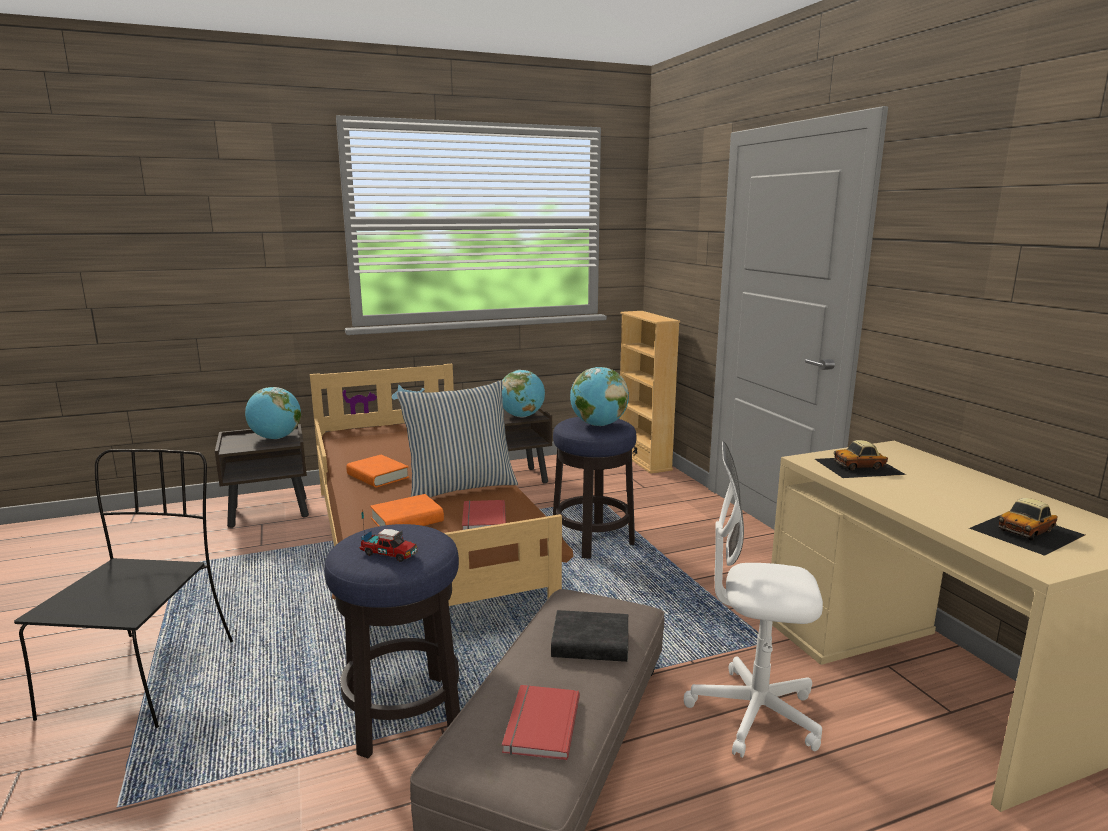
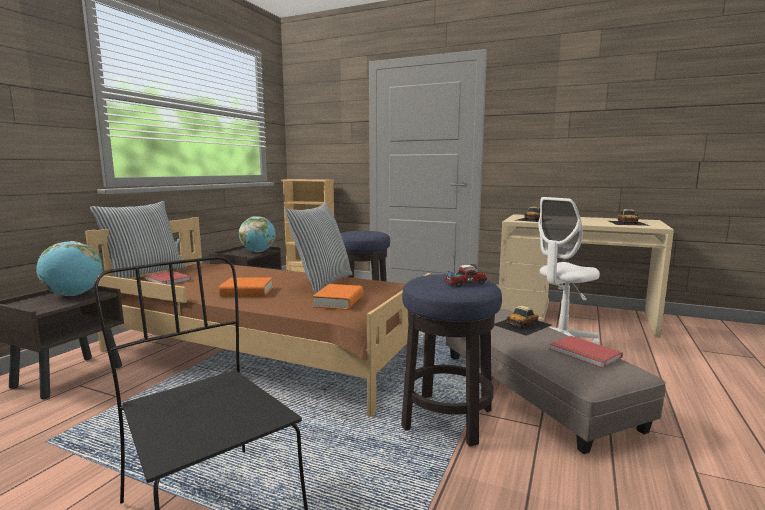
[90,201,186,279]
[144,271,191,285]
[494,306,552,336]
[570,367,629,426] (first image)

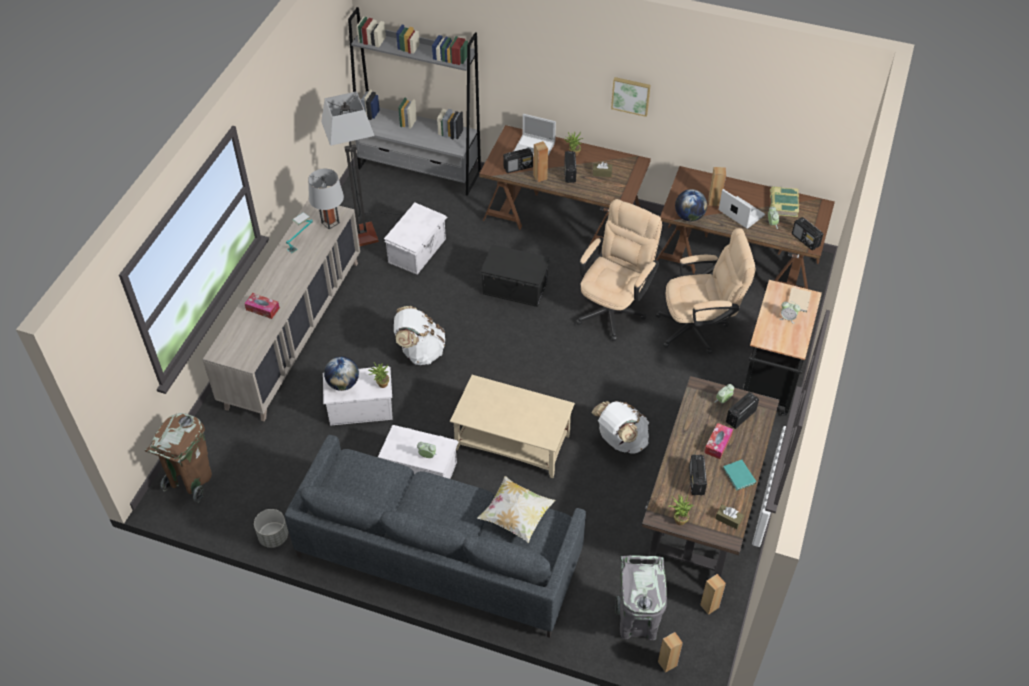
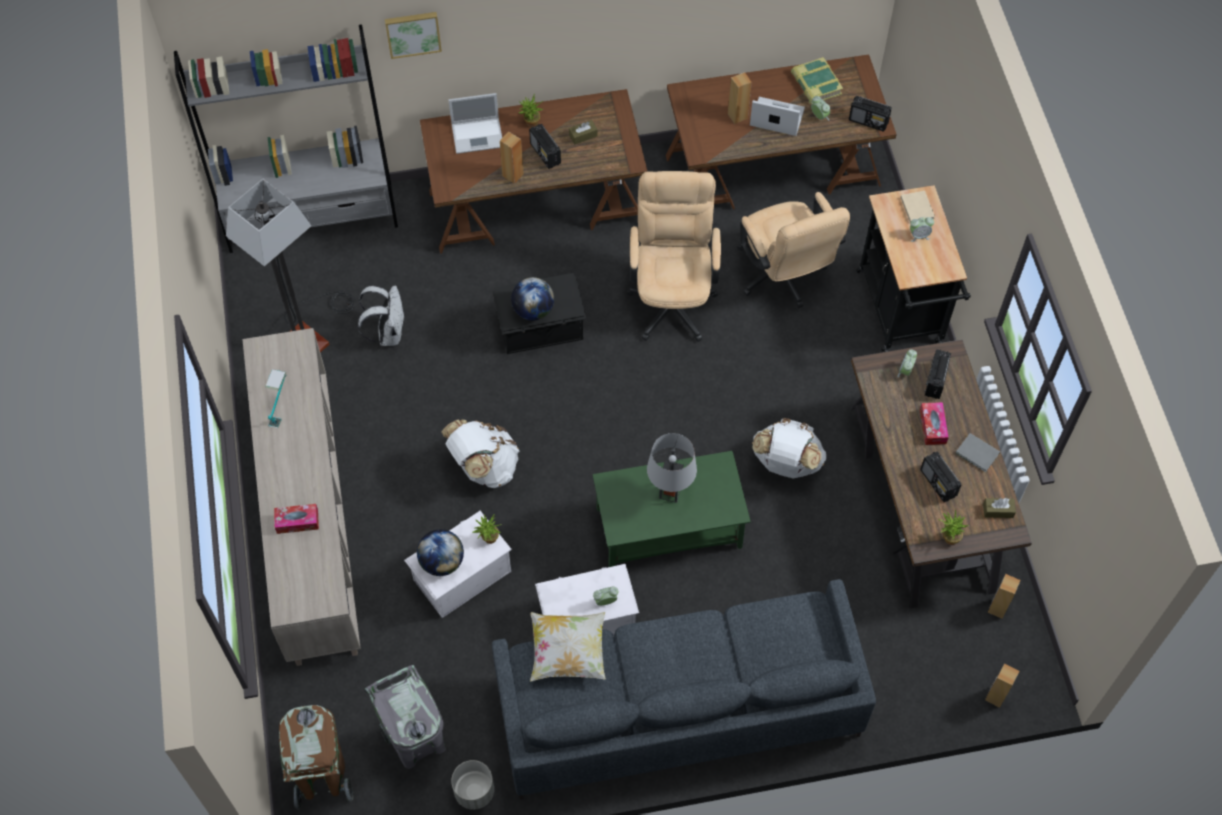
[358,285,405,346]
[364,665,446,769]
[385,12,442,59]
[511,277,554,320]
[530,612,606,681]
[593,451,751,567]
[647,433,697,503]
[737,192,850,308]
[955,433,1000,472]
[503,148,533,173] (first image)

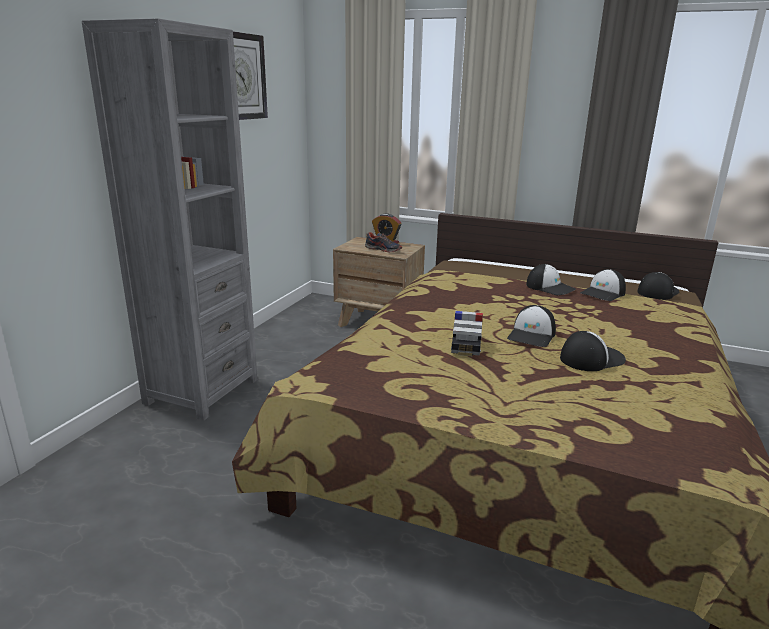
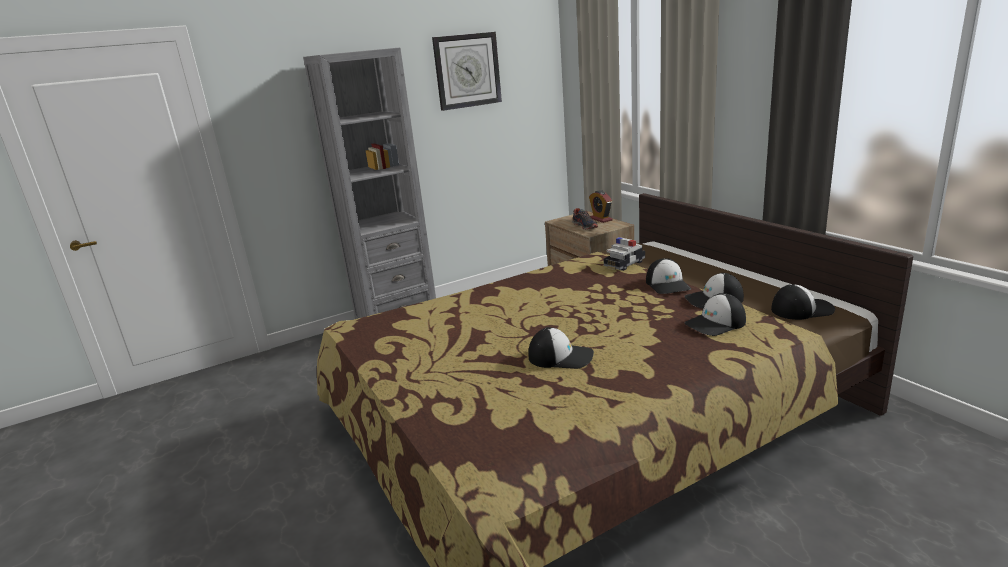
[604,237,645,271]
[685,293,746,336]

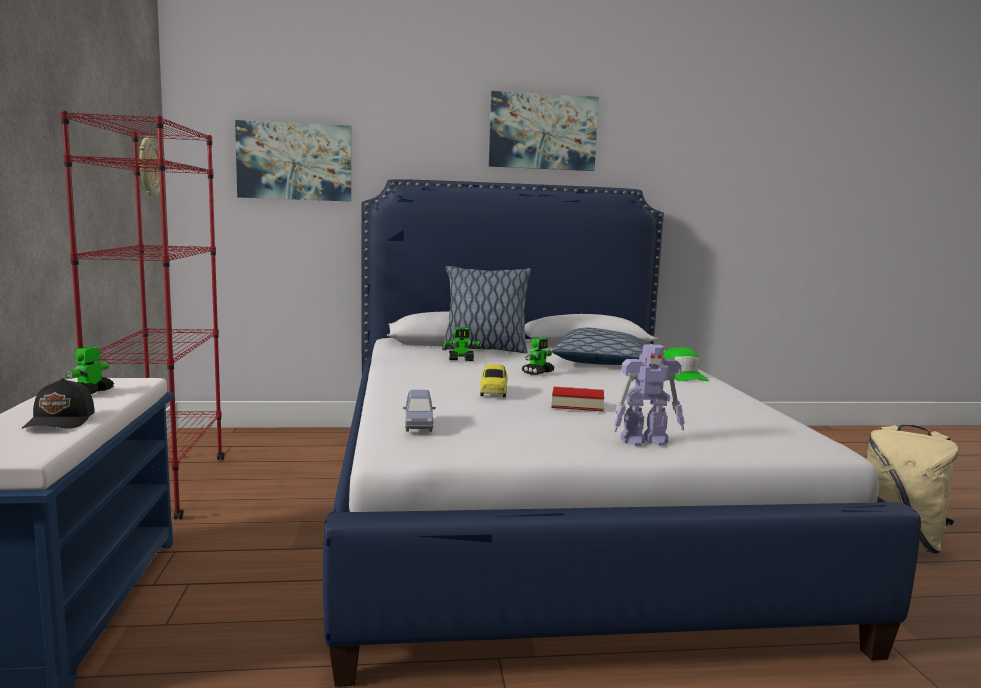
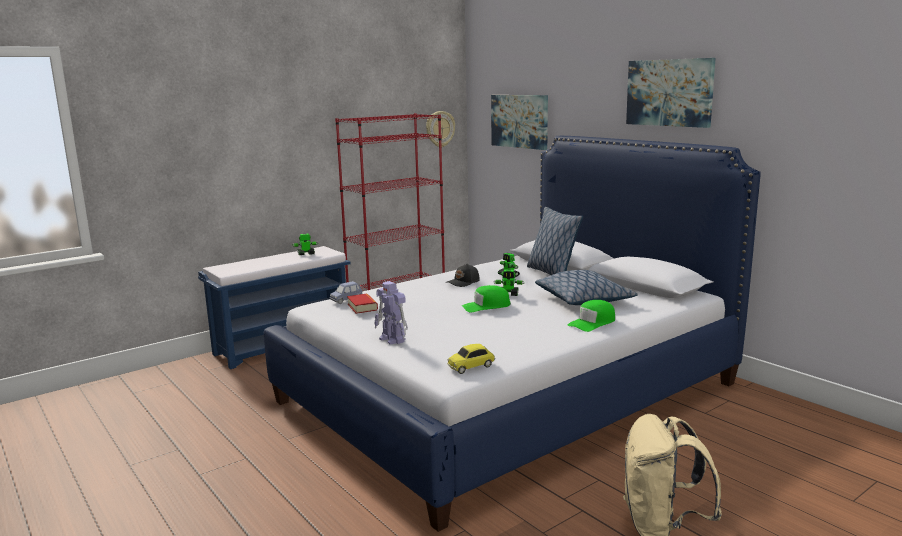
[347,294,378,314]
[446,264,480,287]
[447,344,495,374]
[462,285,511,312]

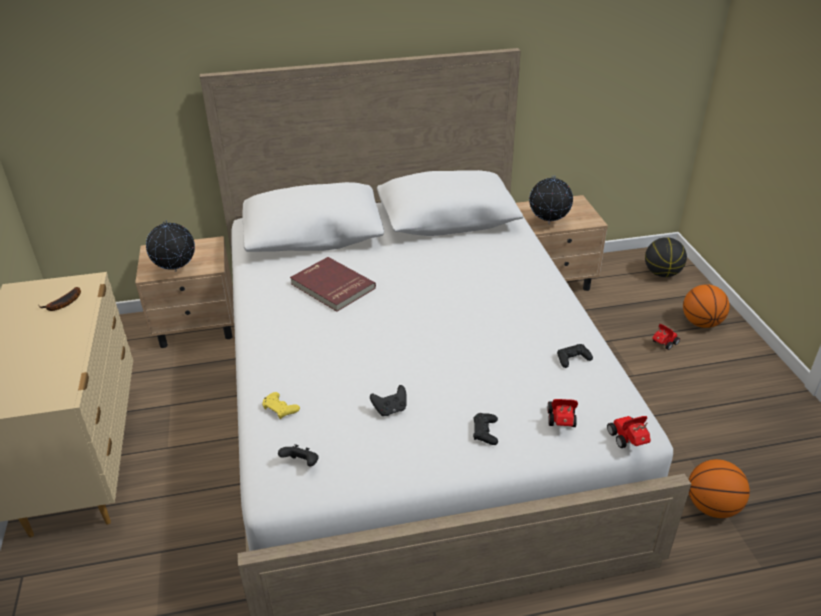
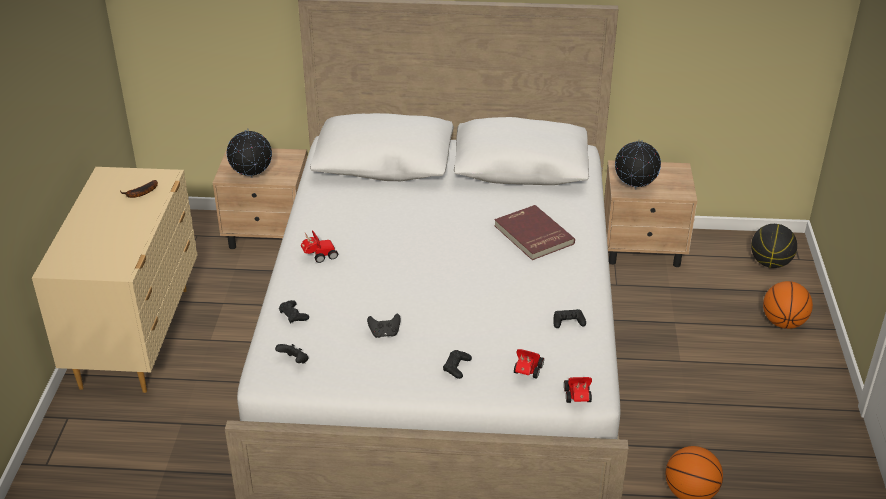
[279,300,309,324]
[301,230,338,263]
[494,205,575,260]

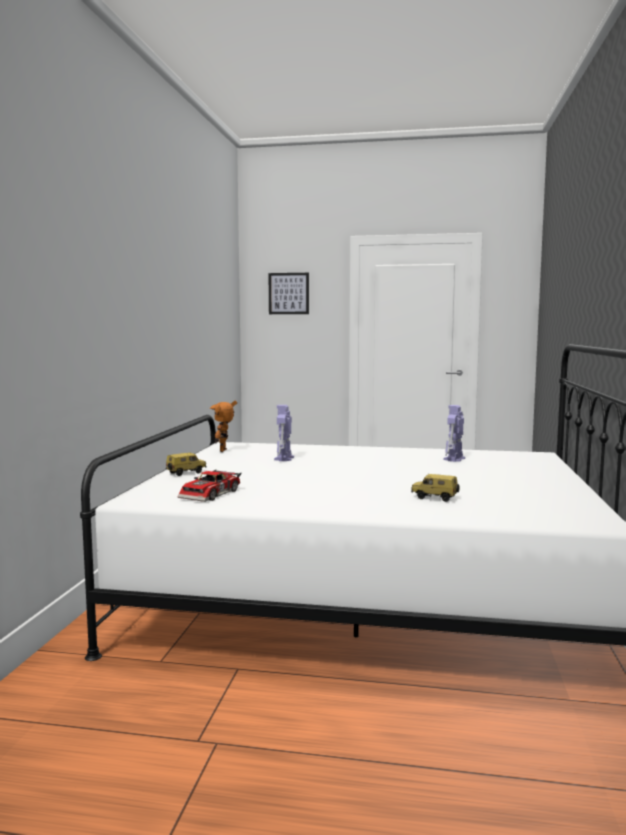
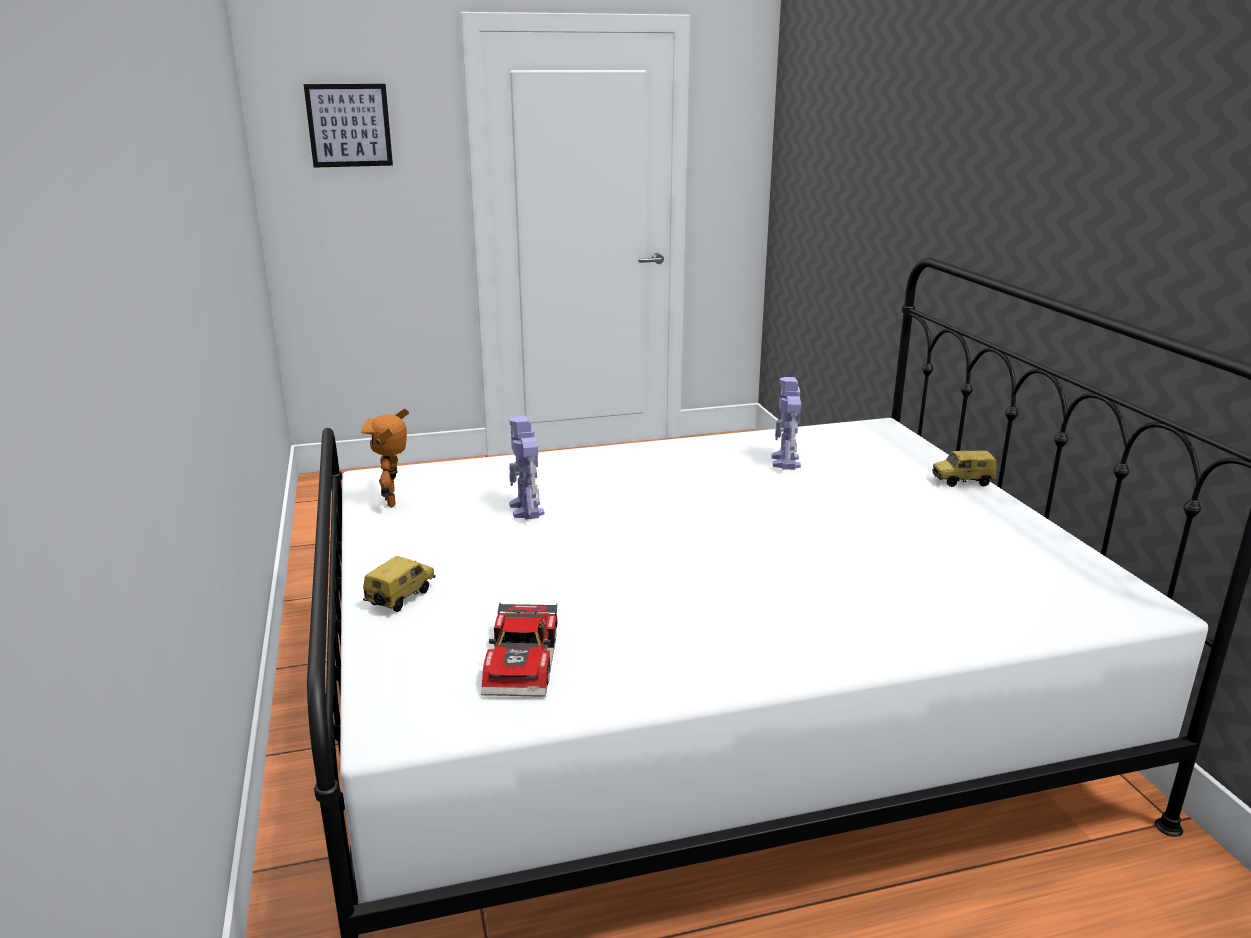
[932,451,997,487]

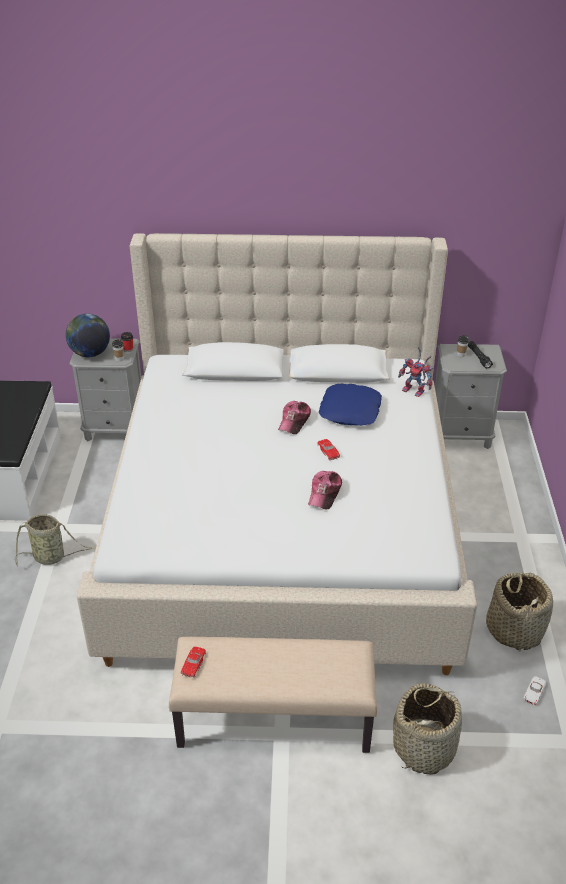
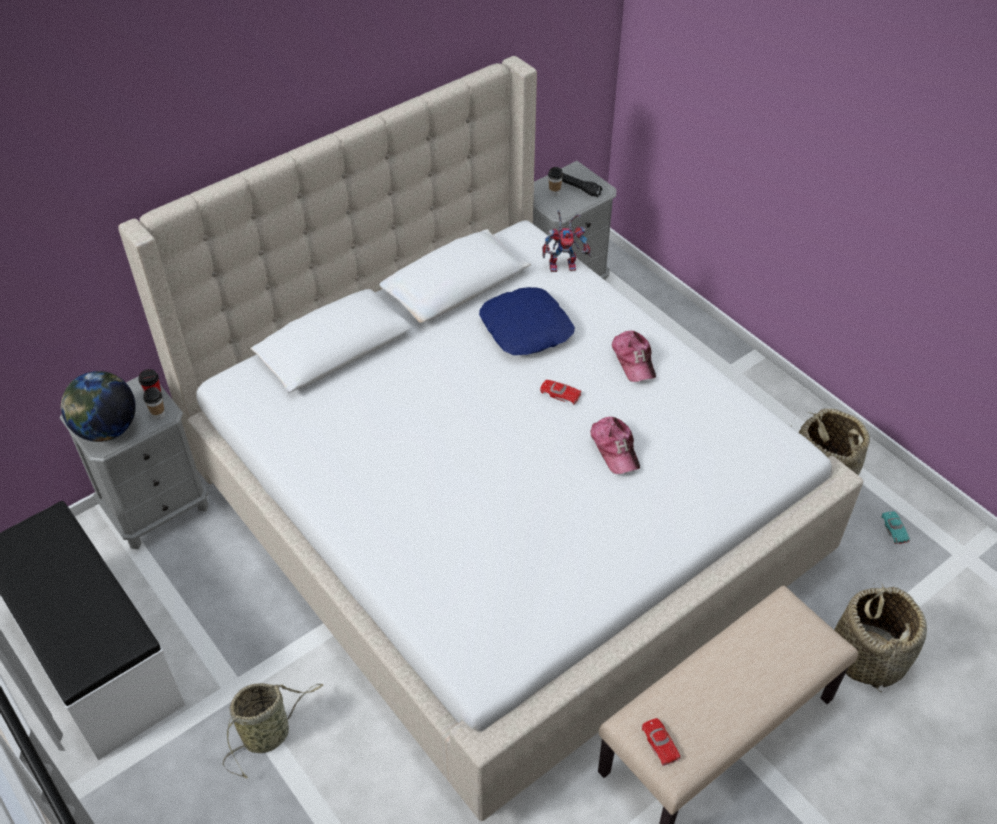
[612,331,656,382]
[882,511,910,544]

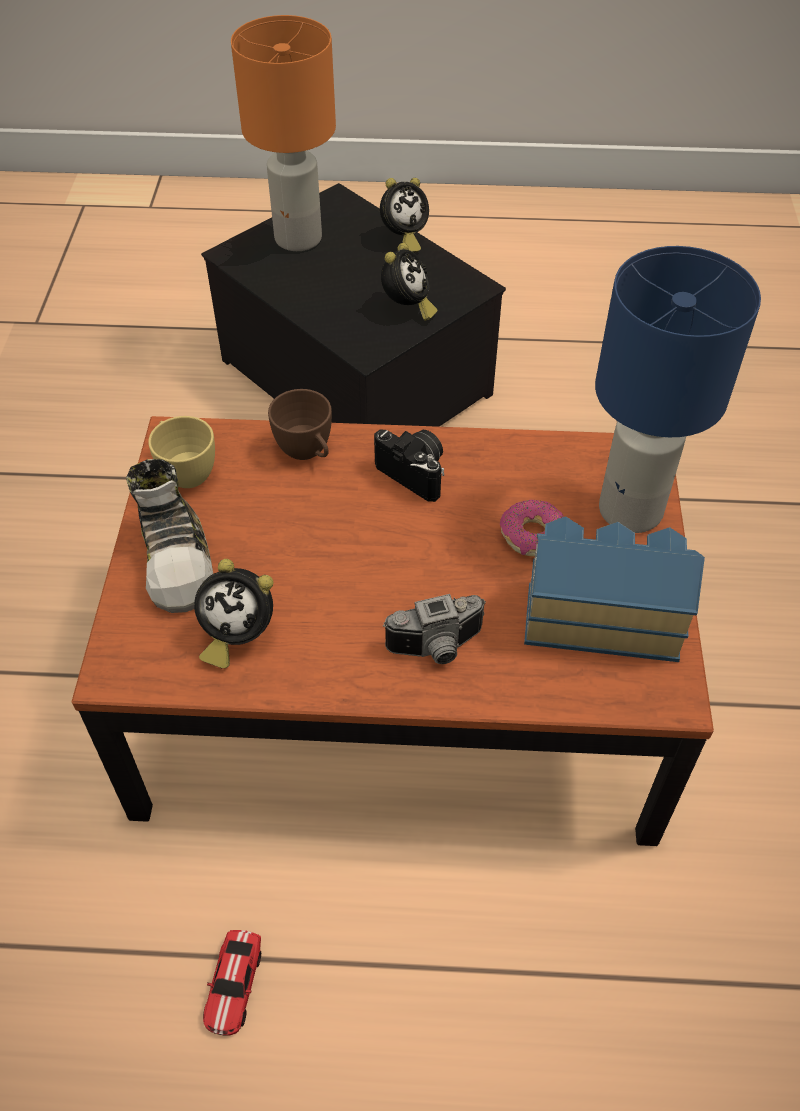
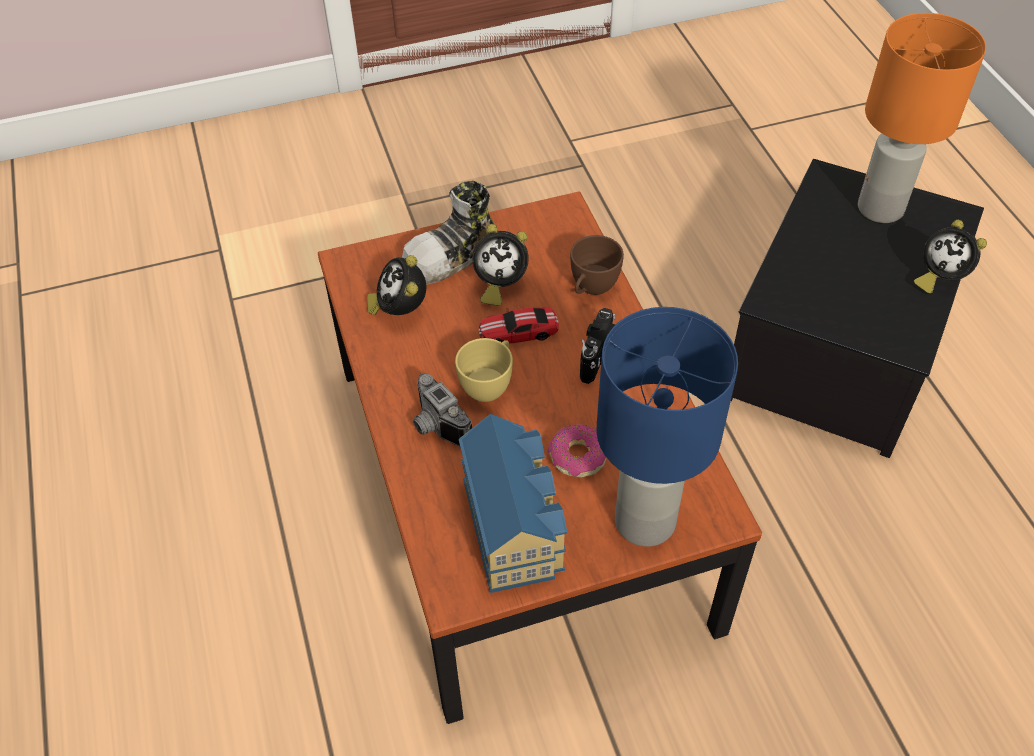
[455,338,513,402]
[472,224,529,306]
[479,307,559,344]

